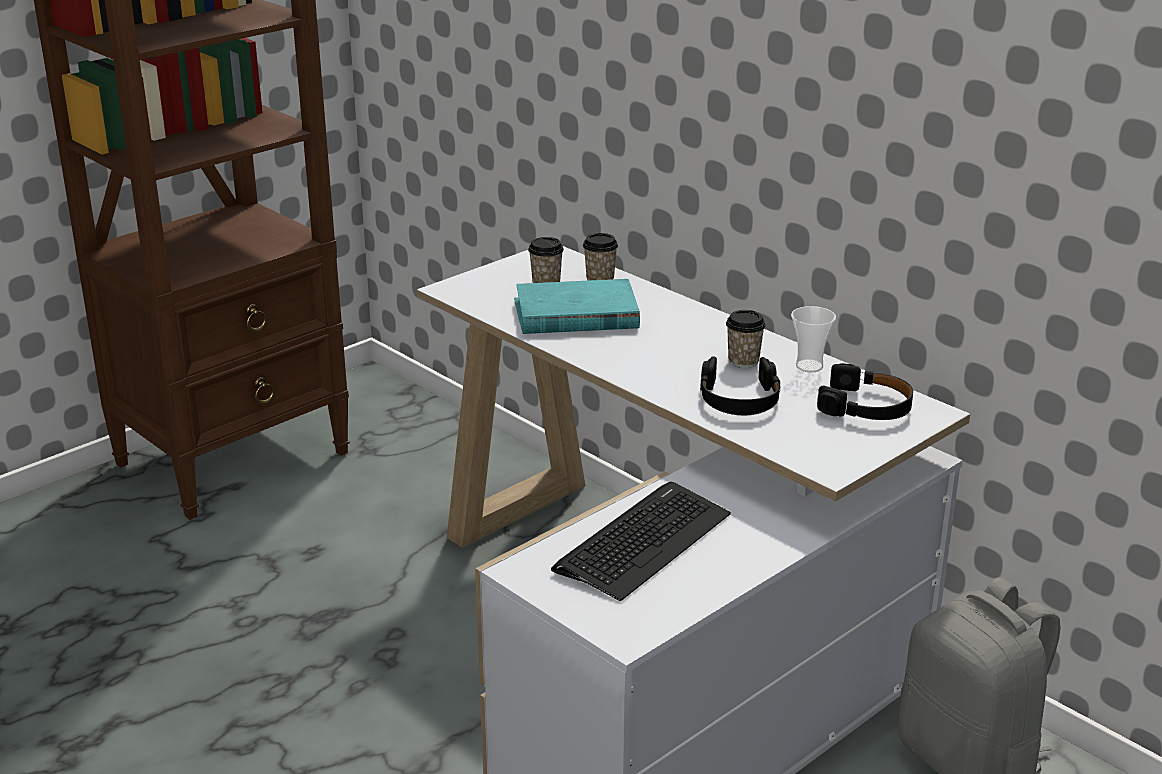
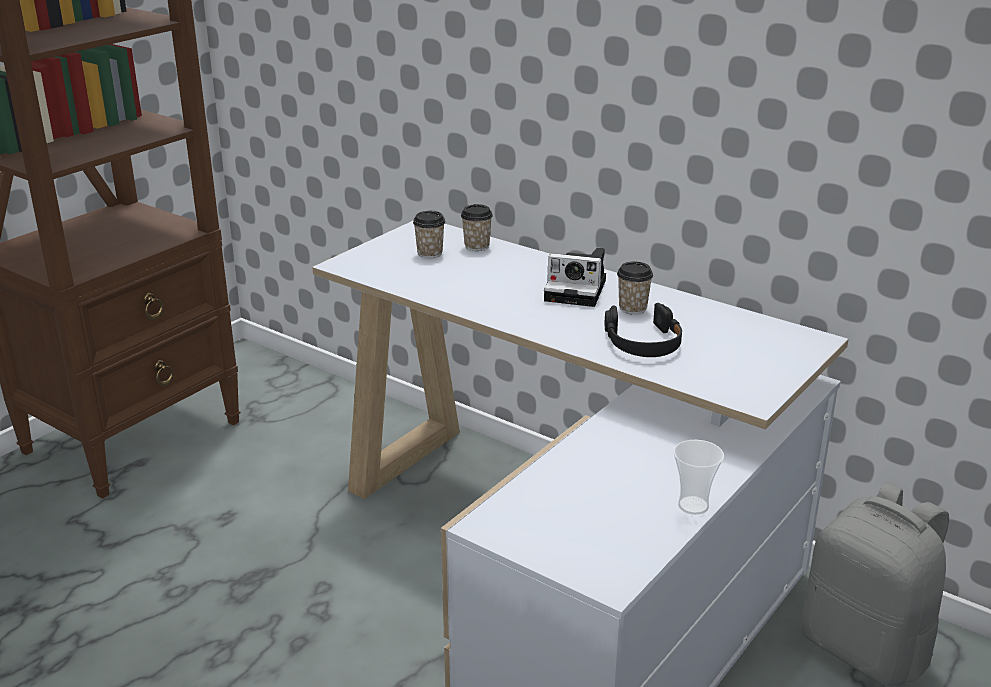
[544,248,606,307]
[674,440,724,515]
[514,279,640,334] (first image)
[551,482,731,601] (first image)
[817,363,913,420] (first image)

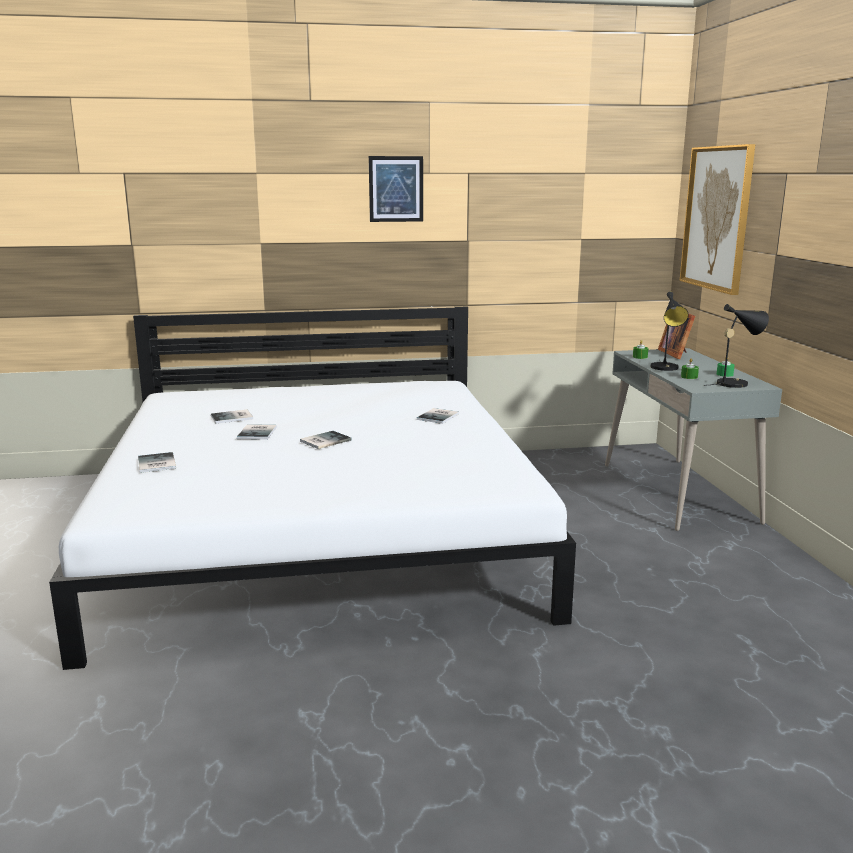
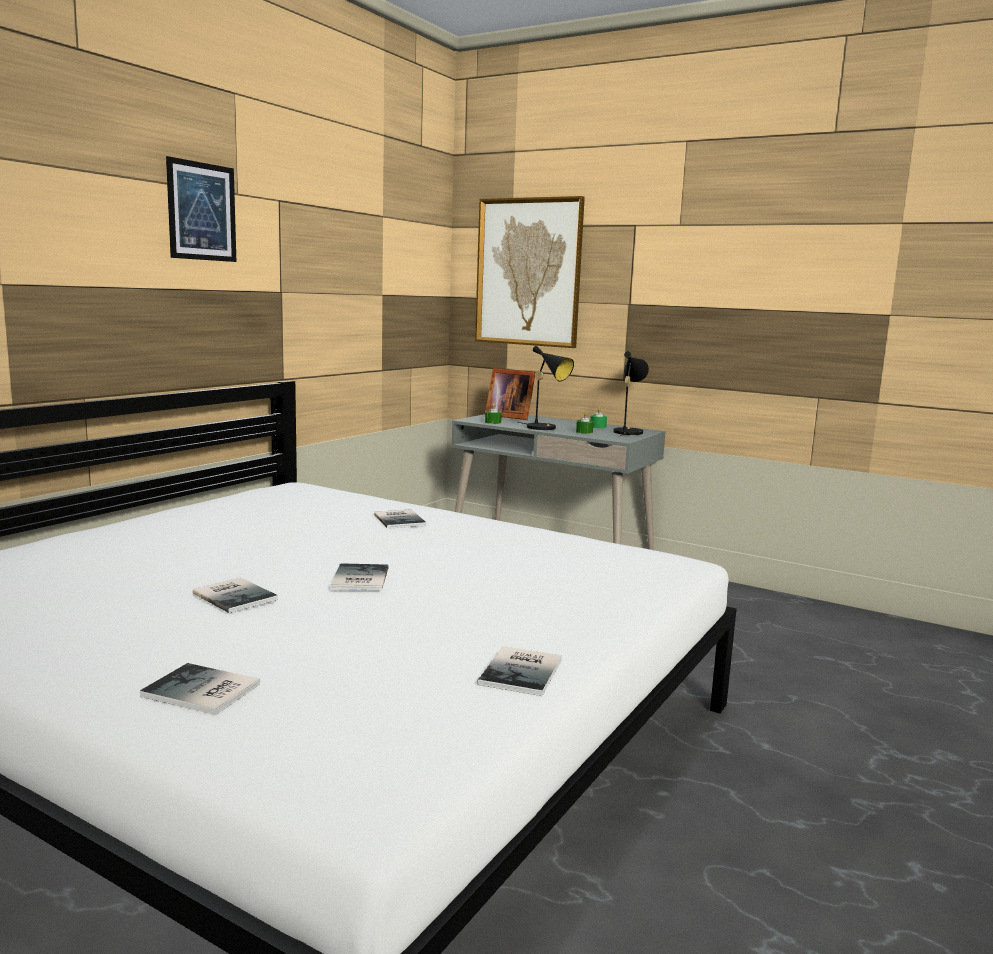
[478,646,562,696]

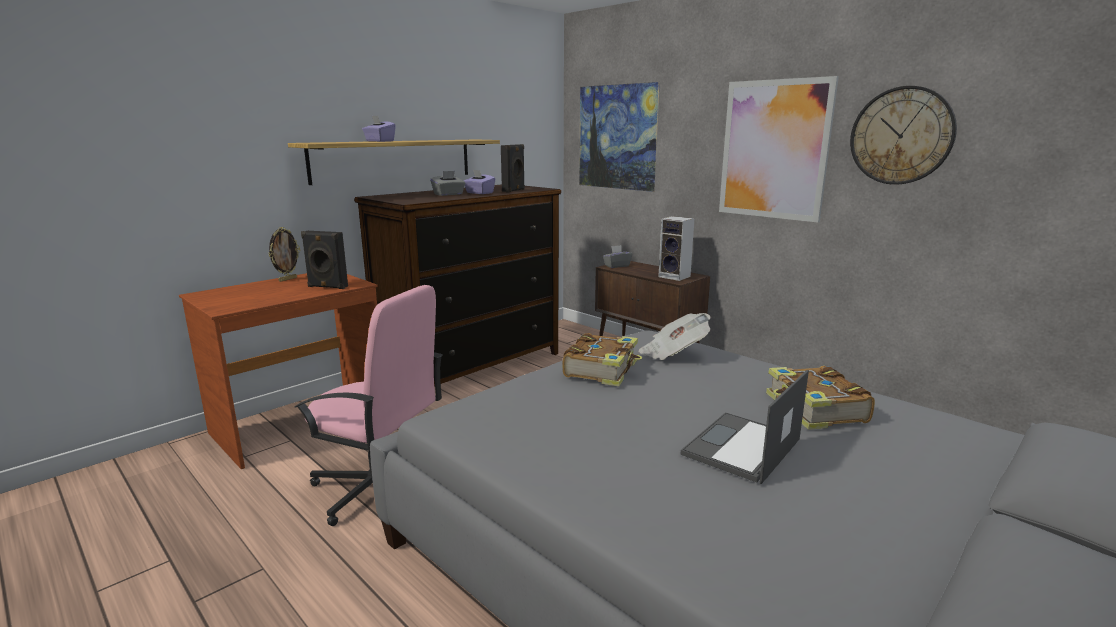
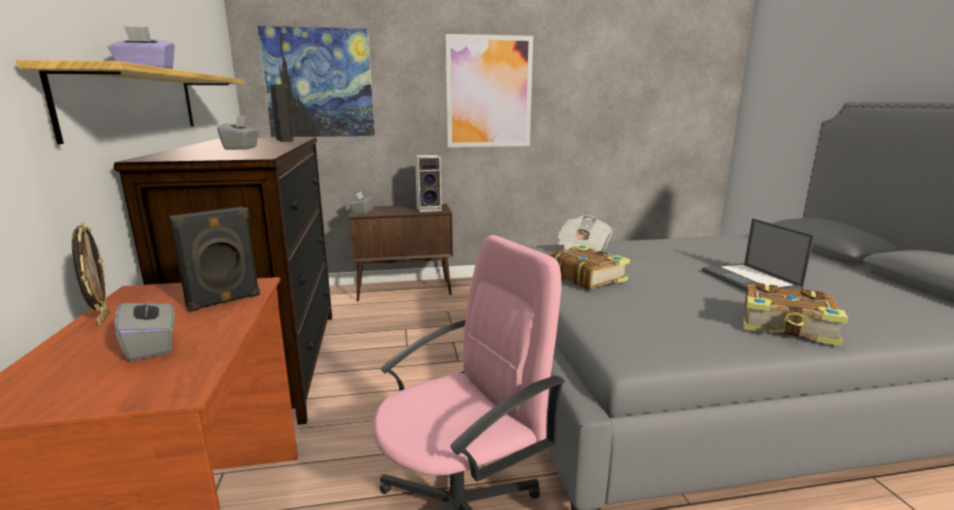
[115,289,175,361]
[743,283,848,346]
[464,169,495,194] (first image)
[850,86,957,185] (first image)

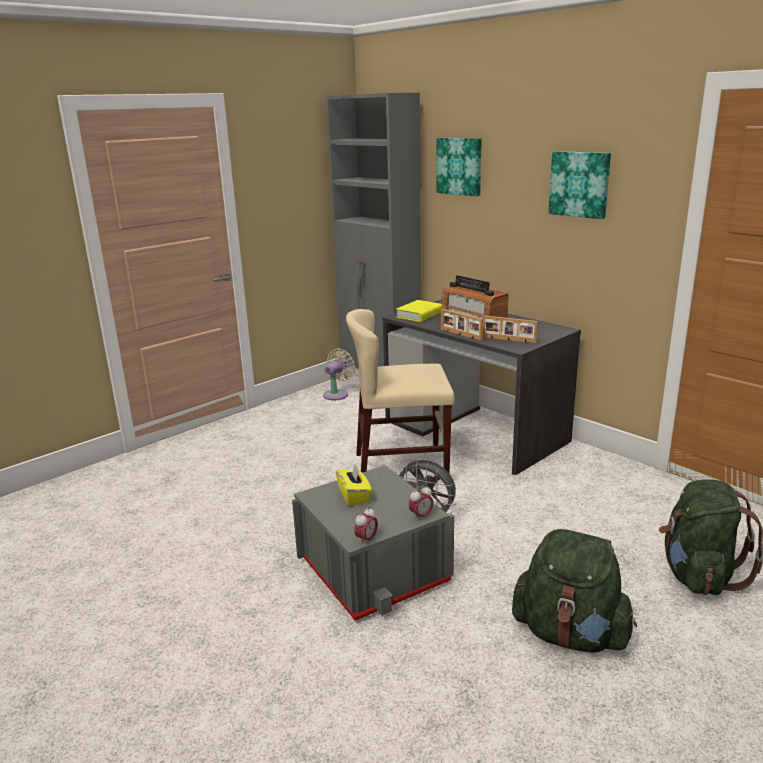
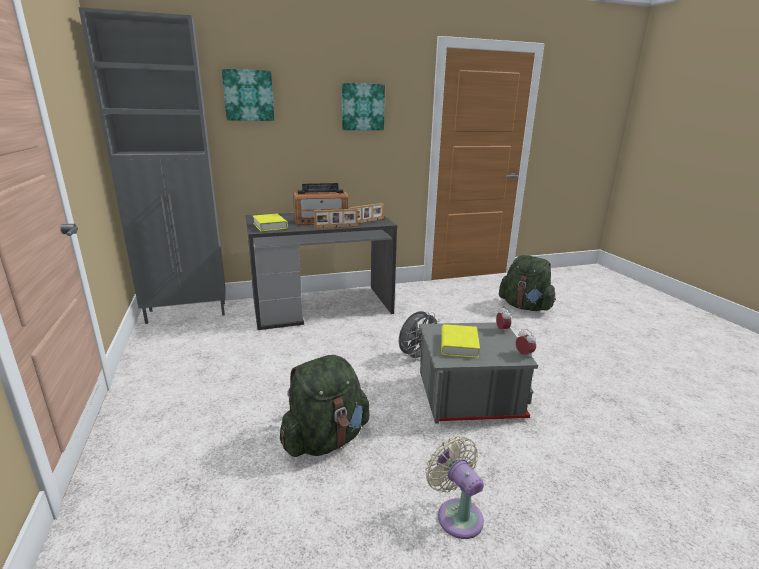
[280,355,370,457]
[426,436,484,539]
[441,324,480,358]
[346,309,455,474] (first image)

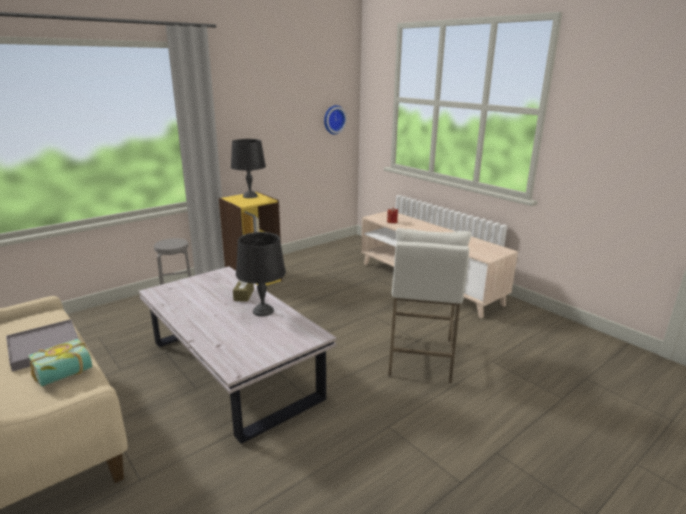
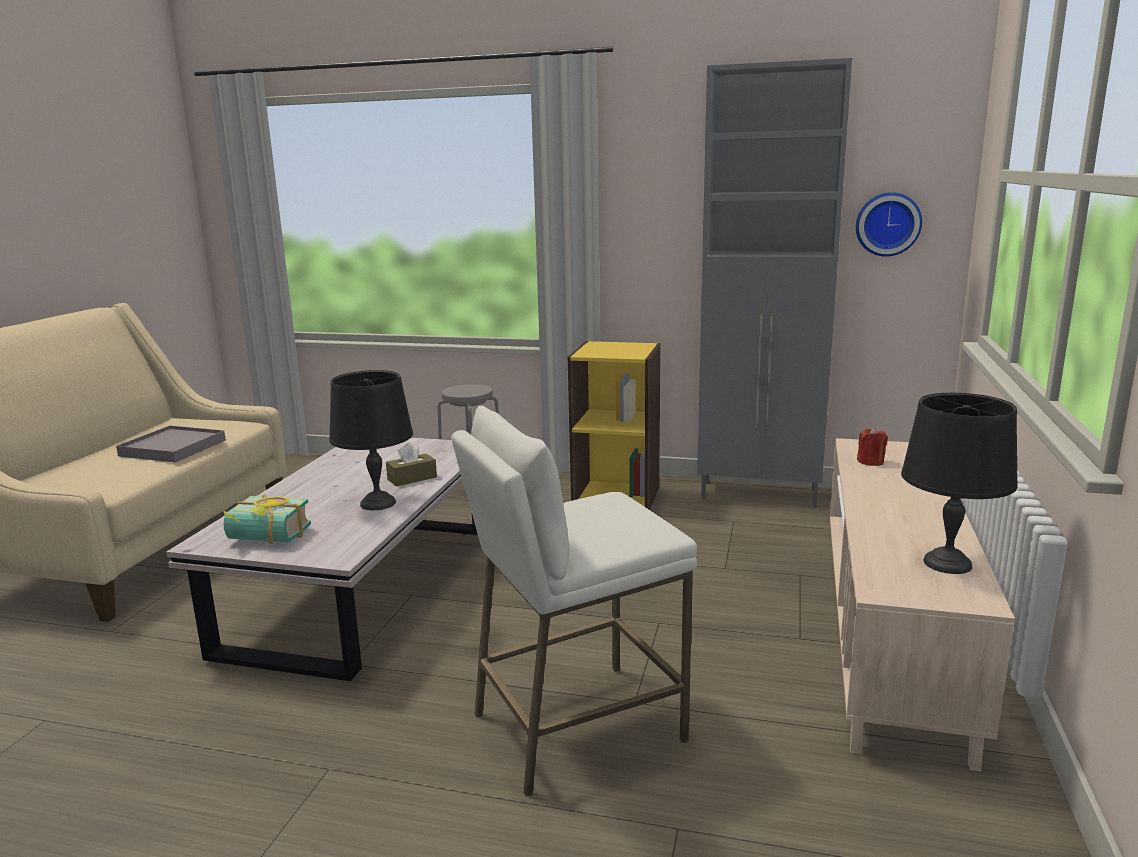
[222,494,311,544]
[697,58,852,507]
[901,393,1018,574]

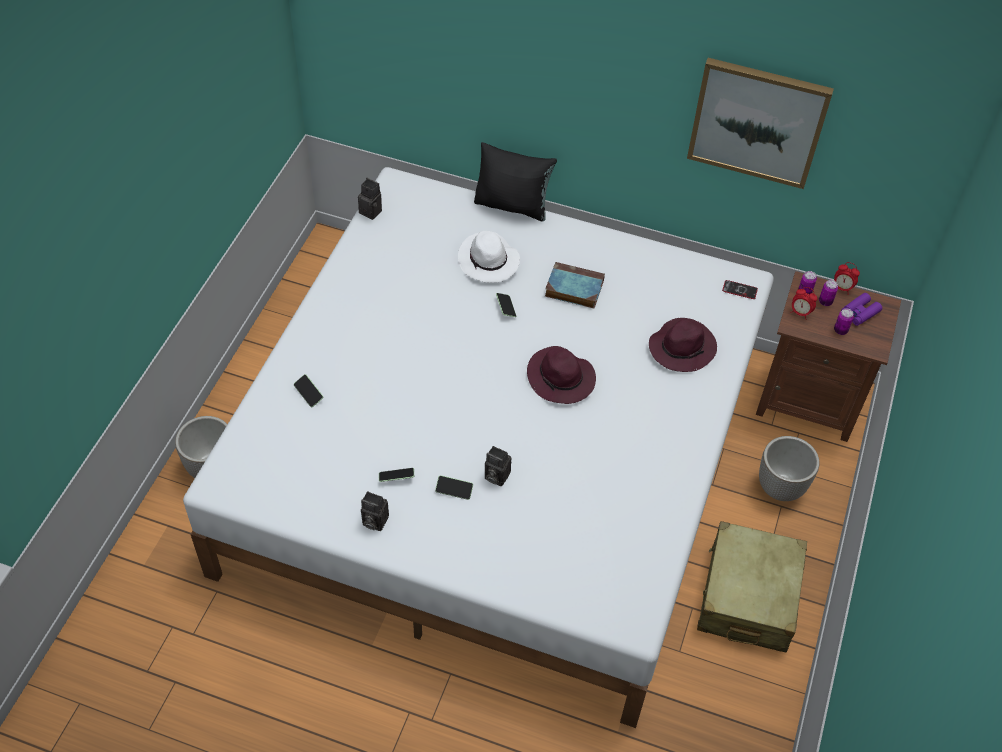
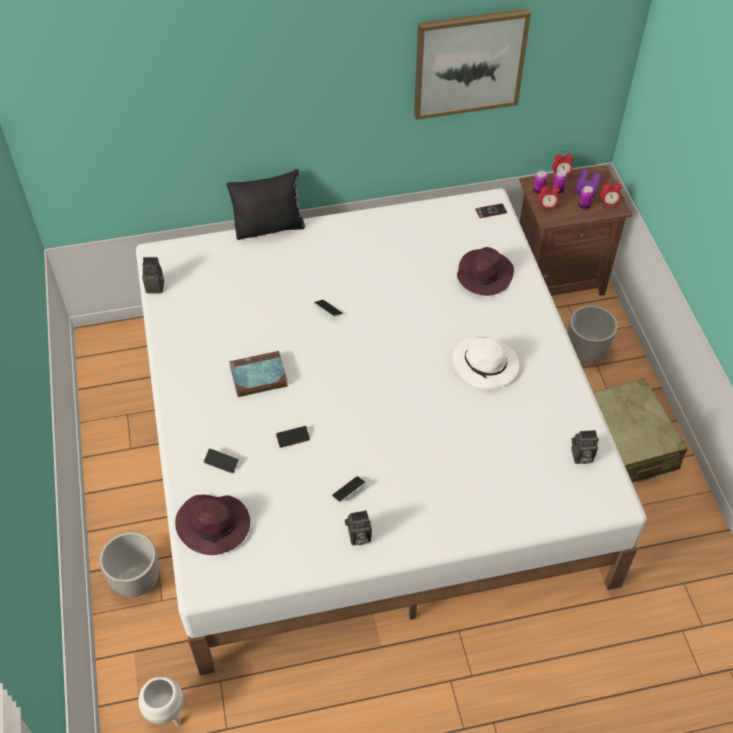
[138,676,184,726]
[175,494,250,555]
[229,351,288,397]
[276,426,310,448]
[452,337,519,388]
[571,430,599,464]
[600,180,622,207]

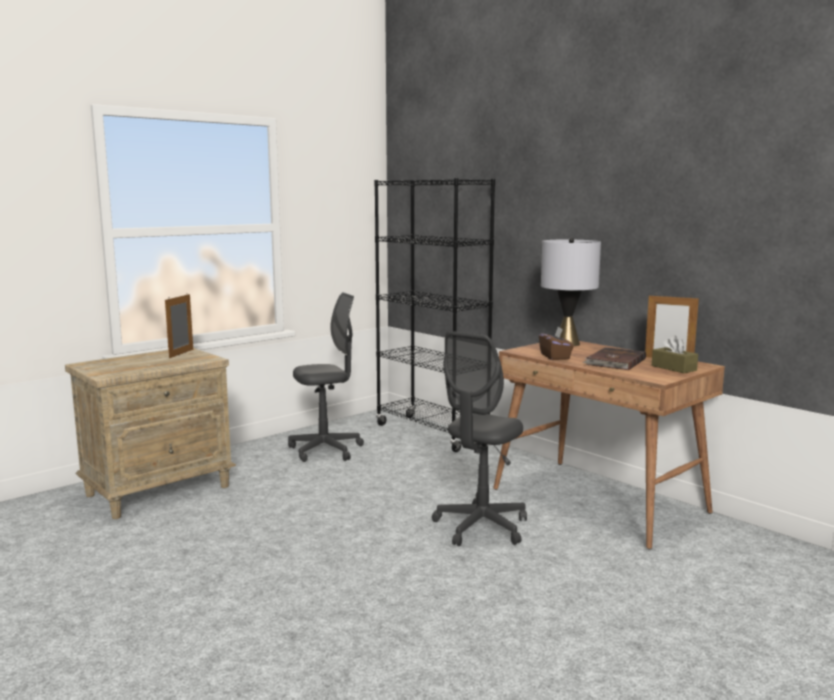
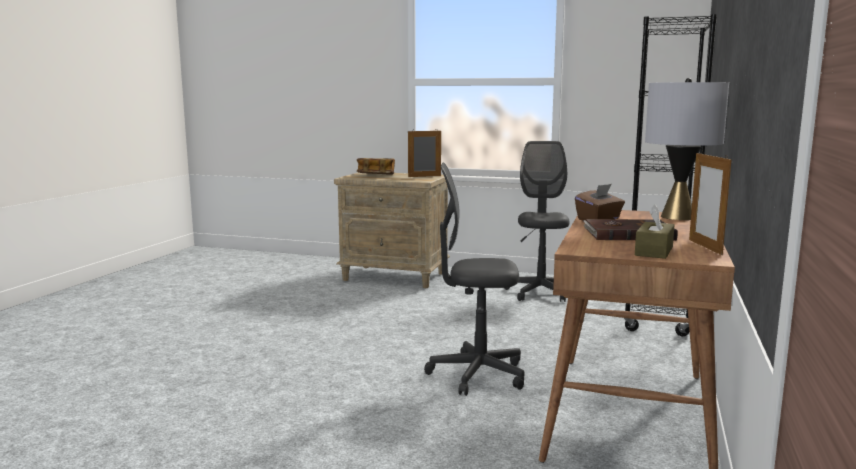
[357,158,395,175]
[505,141,570,302]

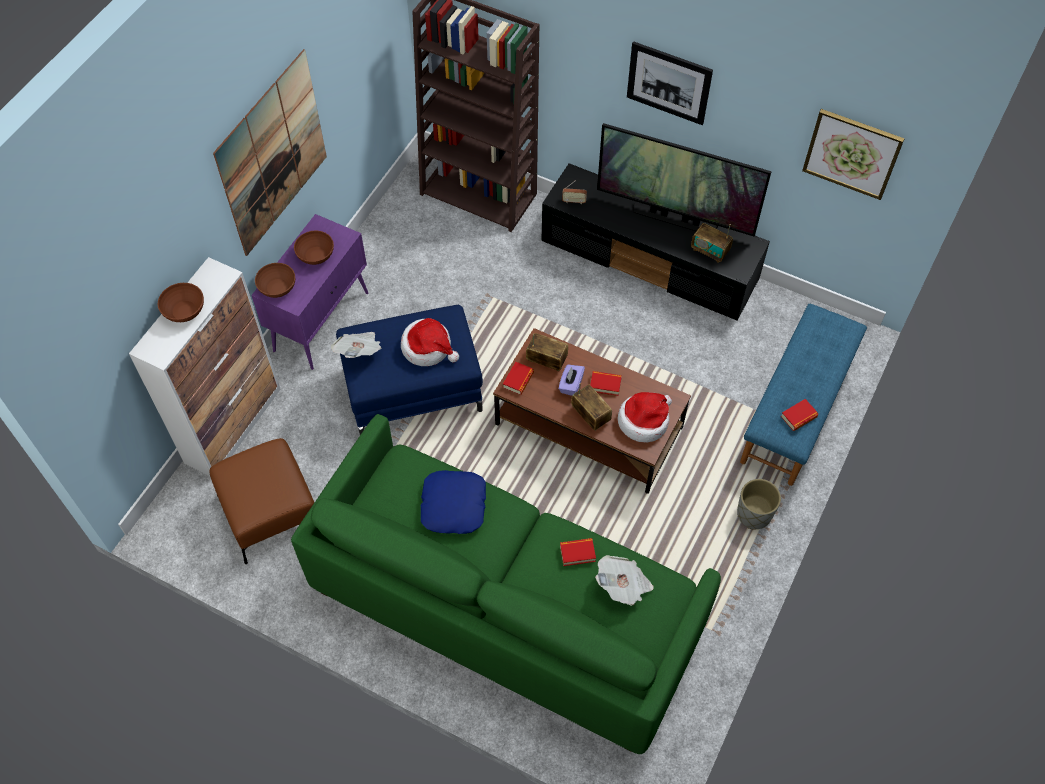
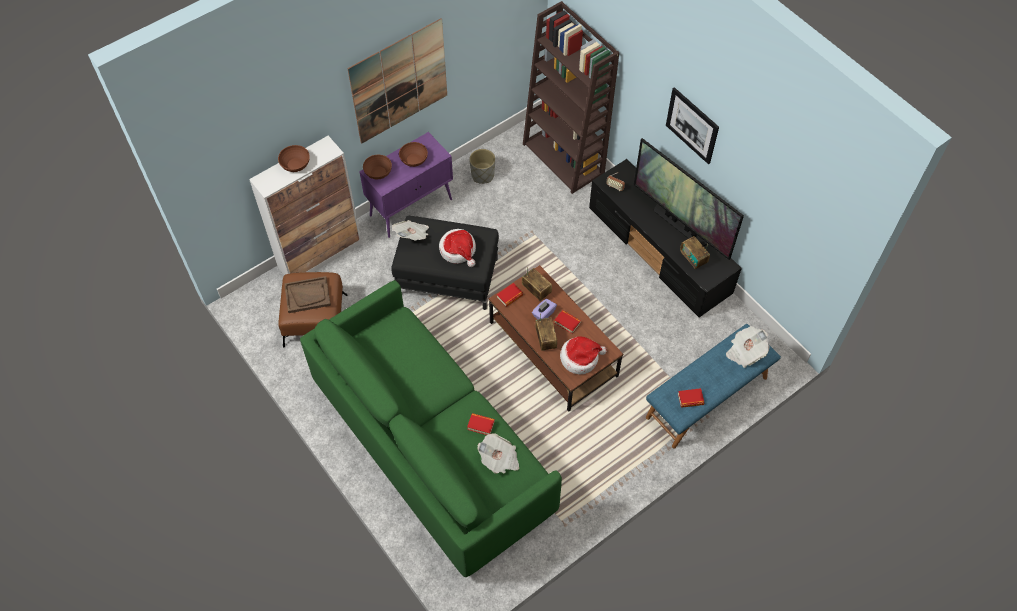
[284,276,331,313]
[391,216,499,310]
[469,149,495,184]
[726,326,769,368]
[421,470,486,534] (first image)
[802,109,905,200] (first image)

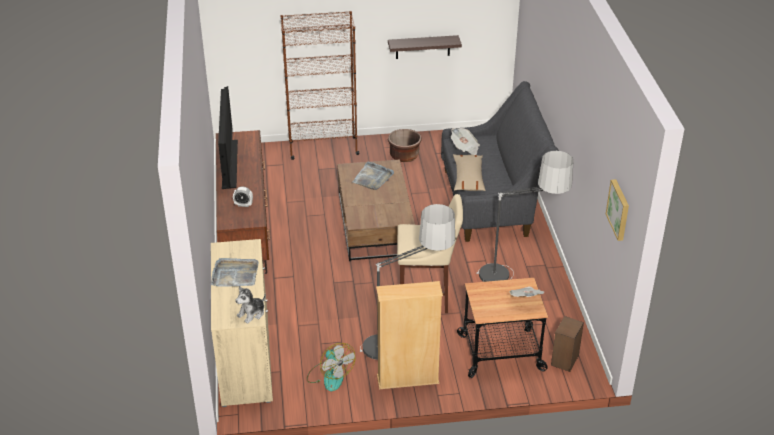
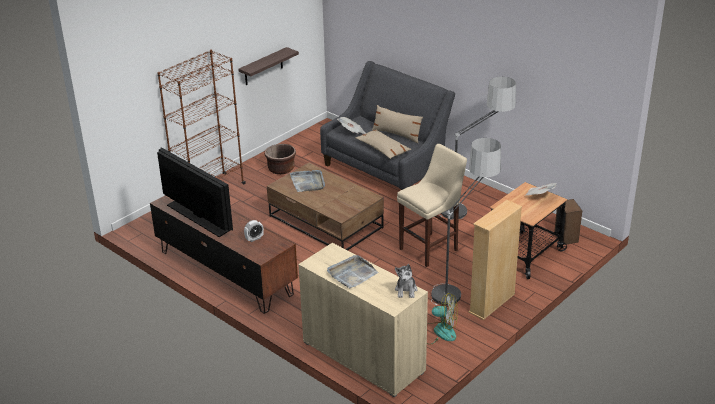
[372,105,423,143]
[606,179,629,241] (first image)

